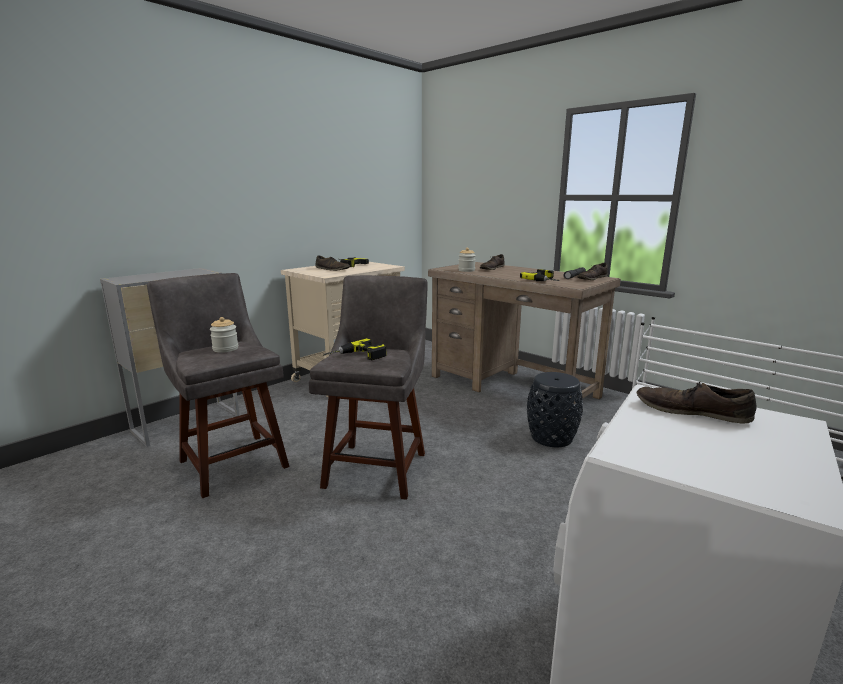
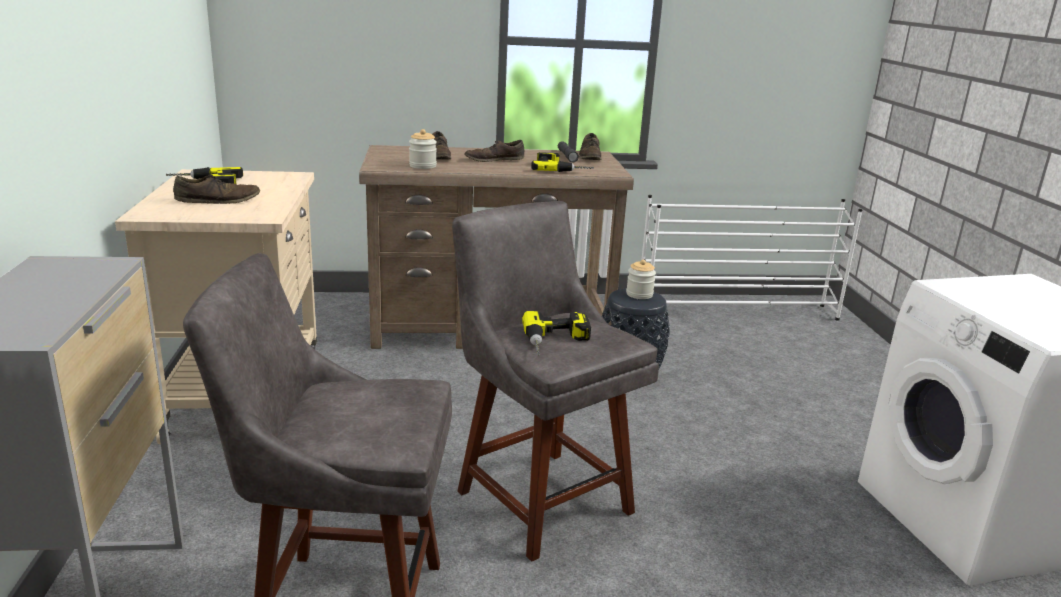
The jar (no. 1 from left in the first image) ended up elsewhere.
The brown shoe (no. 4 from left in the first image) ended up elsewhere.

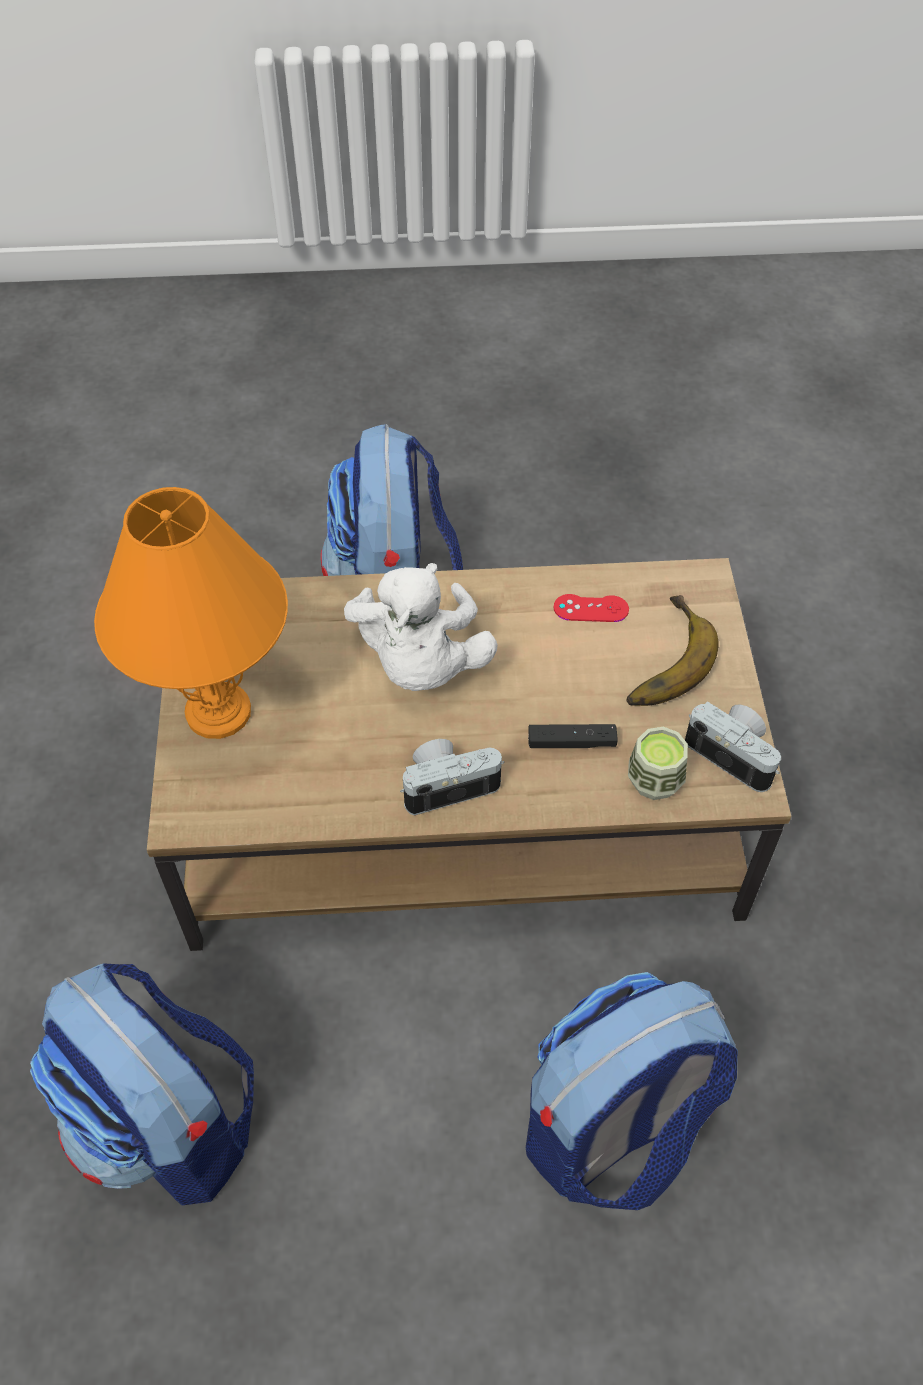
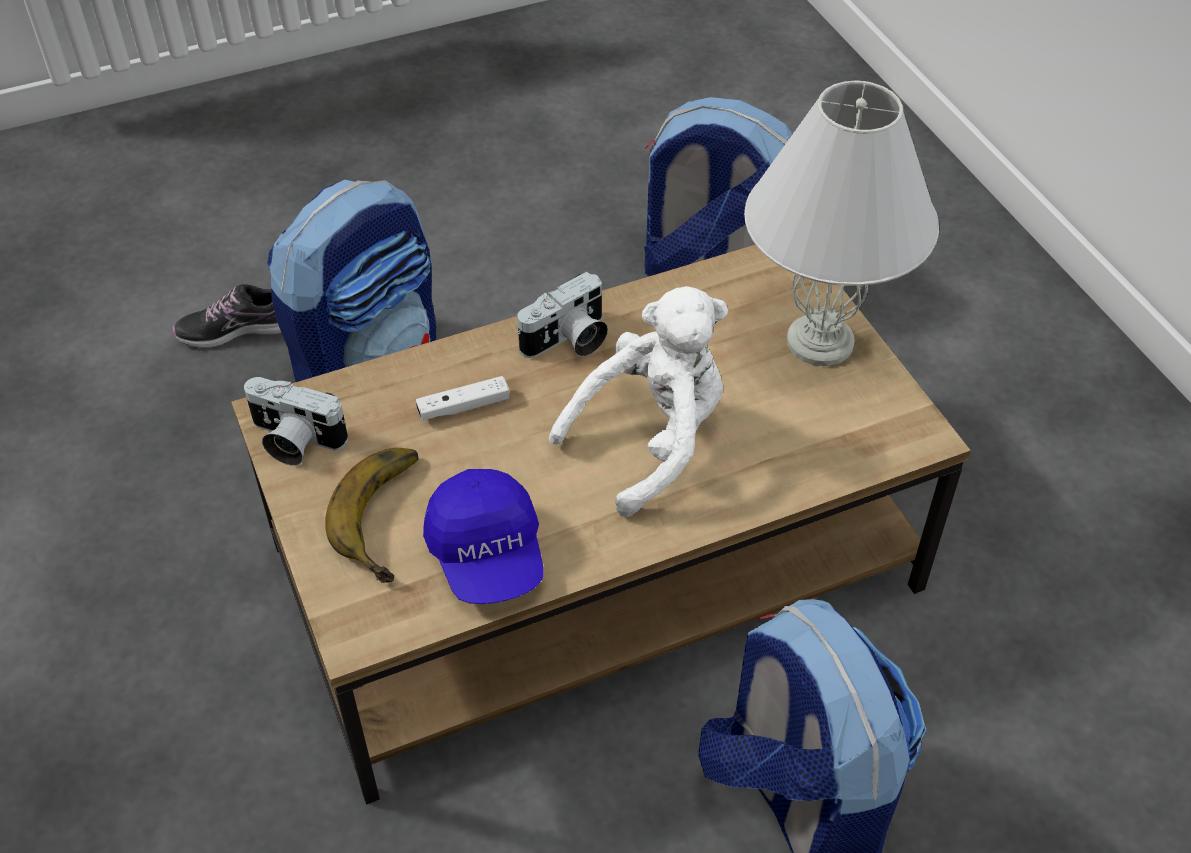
What was the orange table lamp turned into the white table lamp.
The white plush toy ended up facing another way, 75 degrees clockwise from before.
What was the black game controller turned into the white game controller.
Where the red game controller stood, the blue cap came to stand.
The second view lost the cup.
The second view gained the shoe.

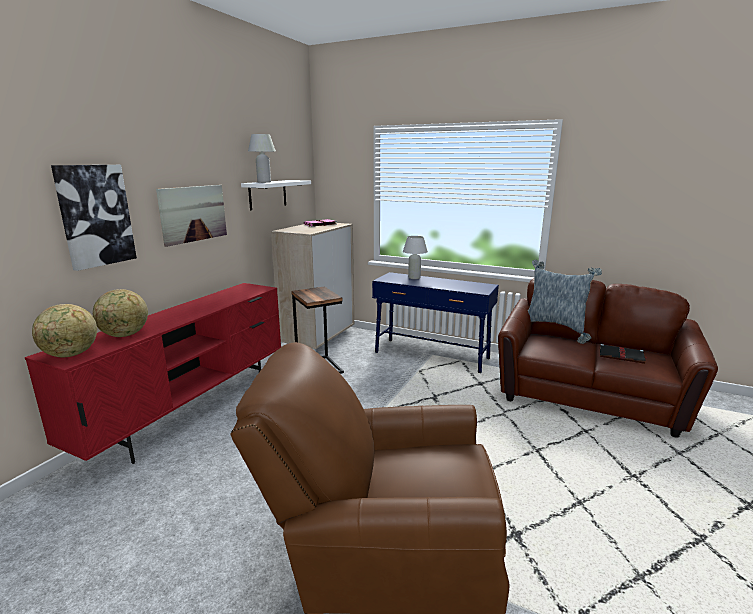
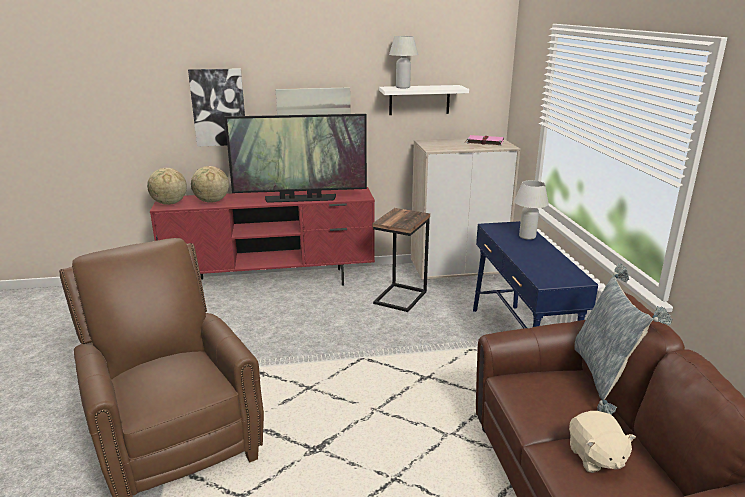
Where the black book stood, the beige plush toy came to stand.
The second view gained the television.

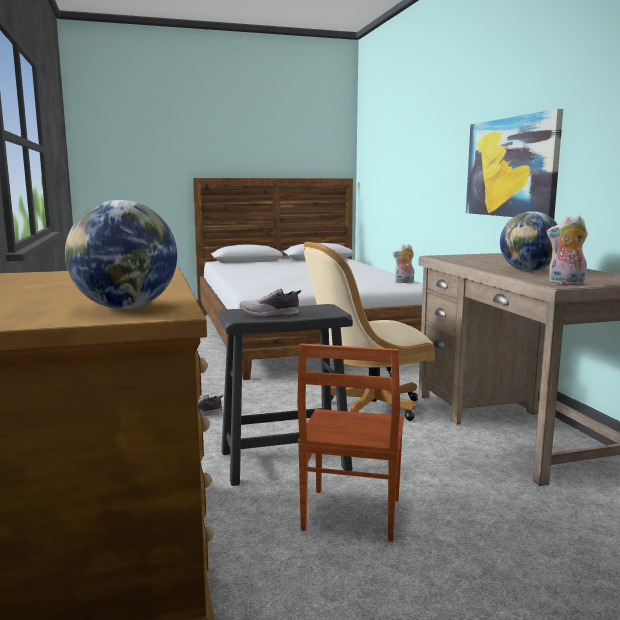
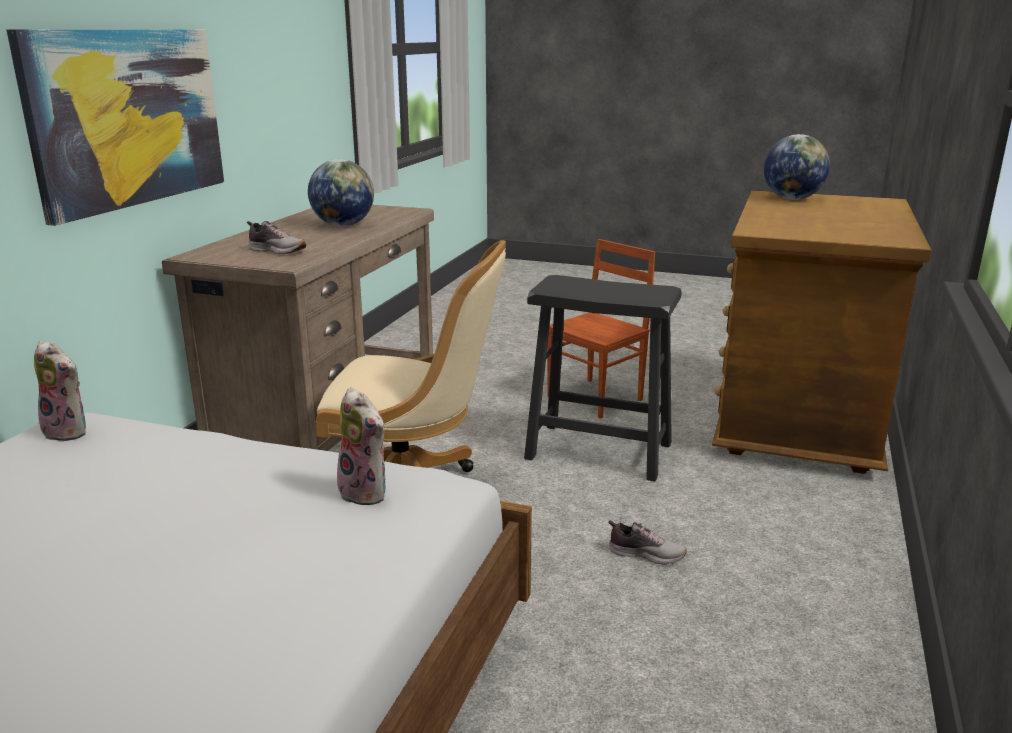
The shoe (no. 2 from left in the first image) ended up elsewhere.
The plush toy (no. 2 from left) ended up elsewhere.

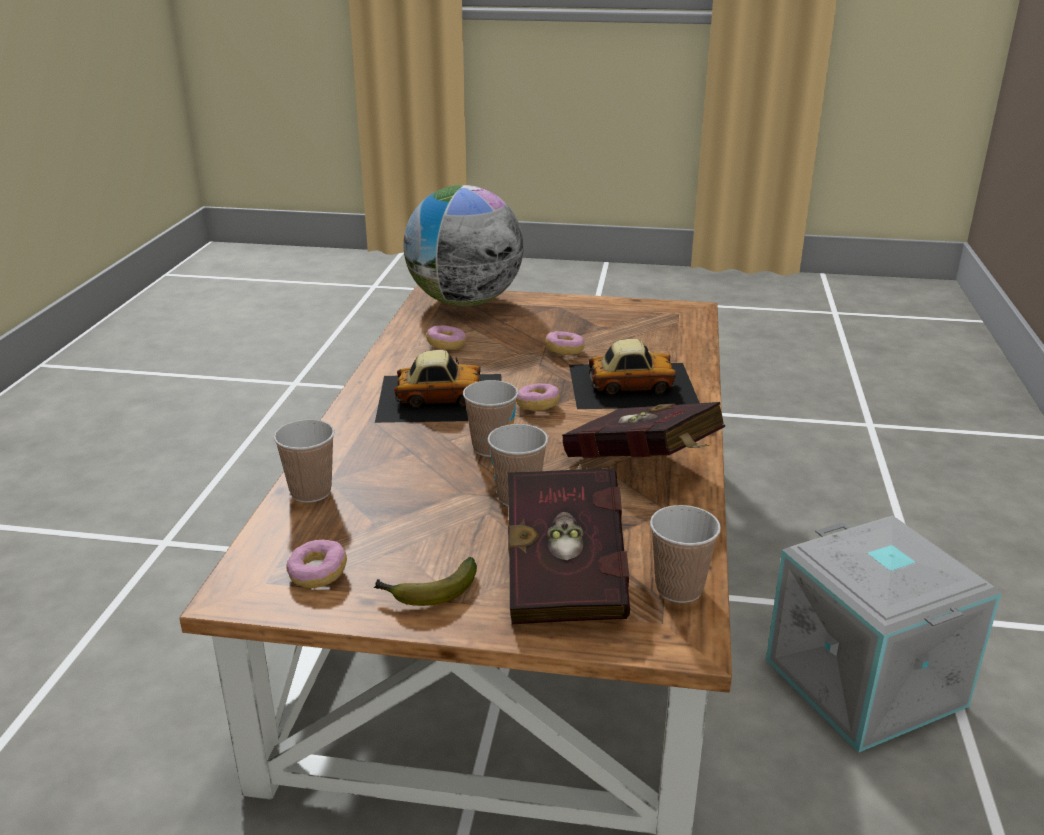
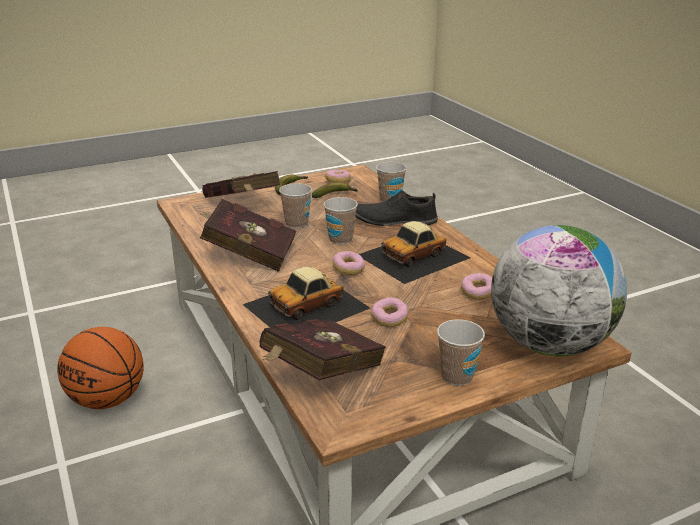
The cup (no. 4 from left) ended up elsewhere.
Where the grey storage box stood, the basketball came to stand.
The second view gained the red book (no. 3 from left).
The second view gained the banana (no. 2 from left).
The second view gained the black shoe.

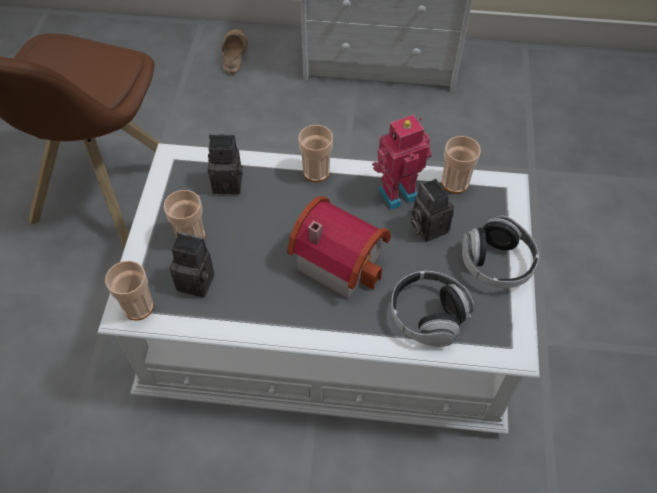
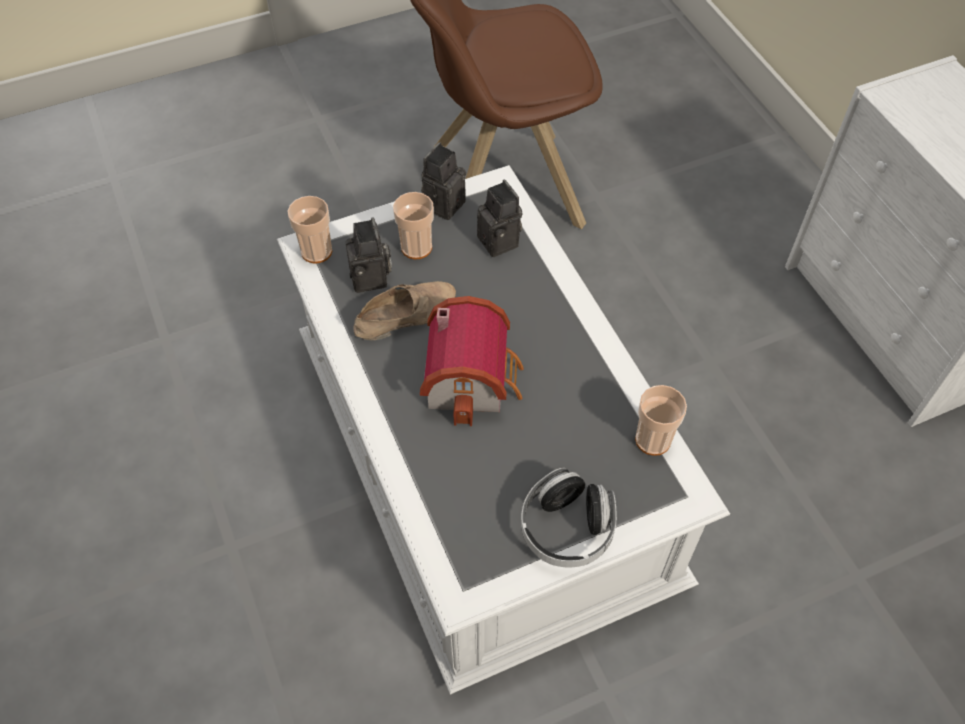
The beige shoe ended up elsewhere.
The second view lost the cup (no. 3 from left).
The second view lost the toy robot.
The second view lost the headphones (no. 1 from left).
The photo camera (no. 3 from left in the first image) ended up elsewhere.

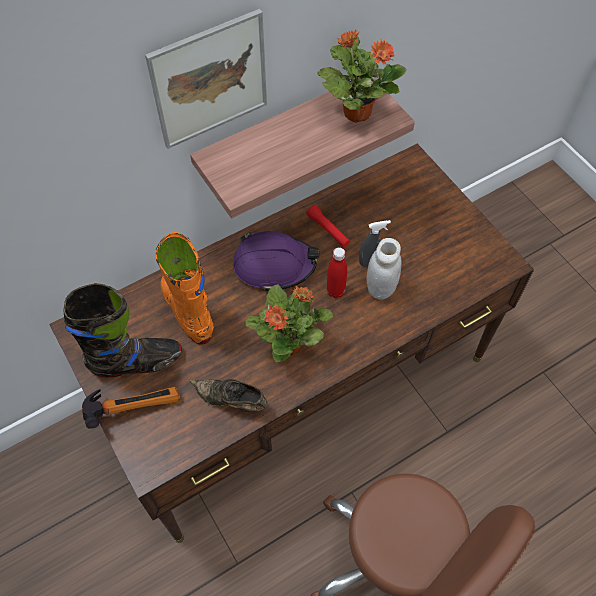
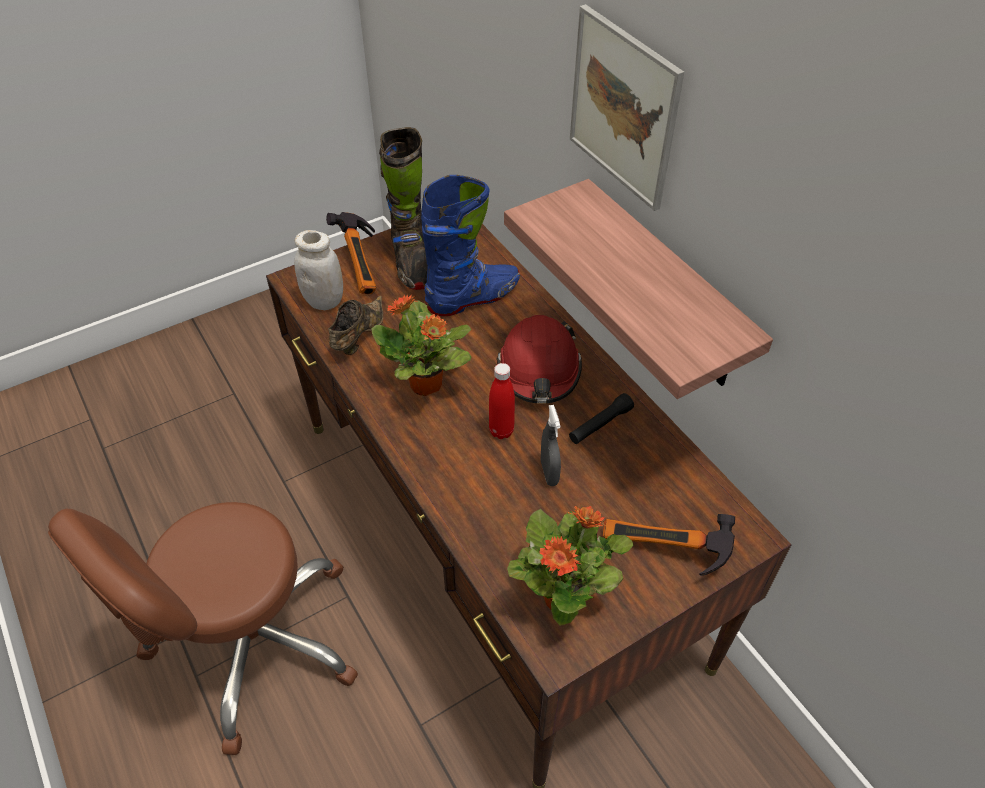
What was the orange boot turned into the blue boot.
What was the purple hard hat turned into the red hard hat.
What was the red flashlight turned into the black flashlight.
The potted plant (no. 2 from left) ended up elsewhere.
The white jar ended up elsewhere.
The second view gained the hammer (no. 2 from left).

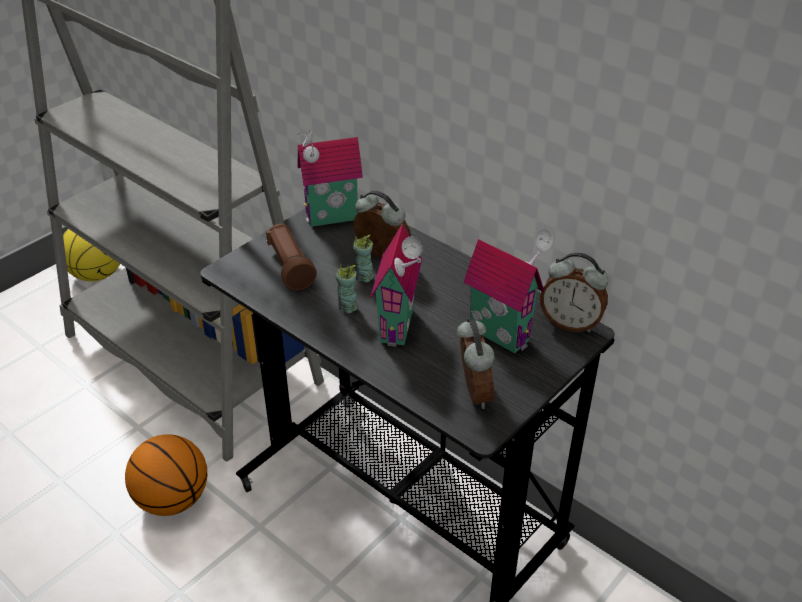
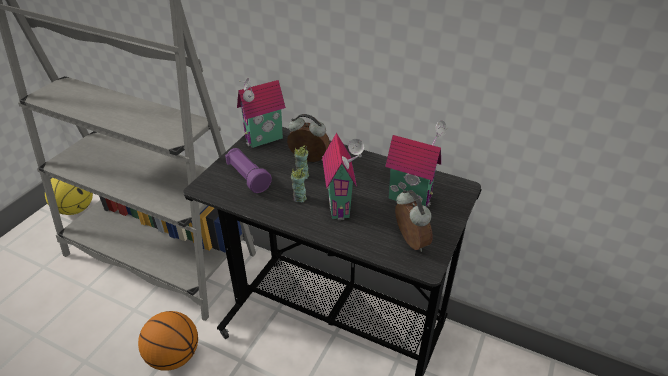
What was the brown flashlight turned into the purple flashlight.
The second view lost the alarm clock (no. 3 from left).

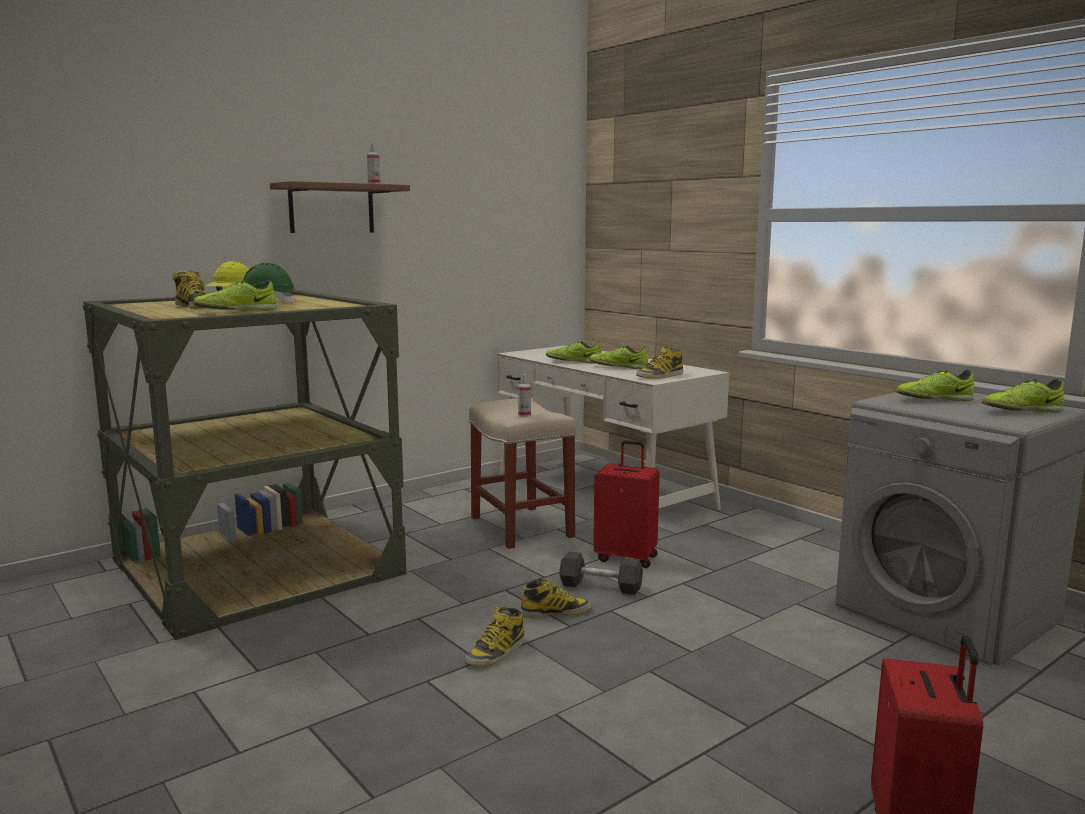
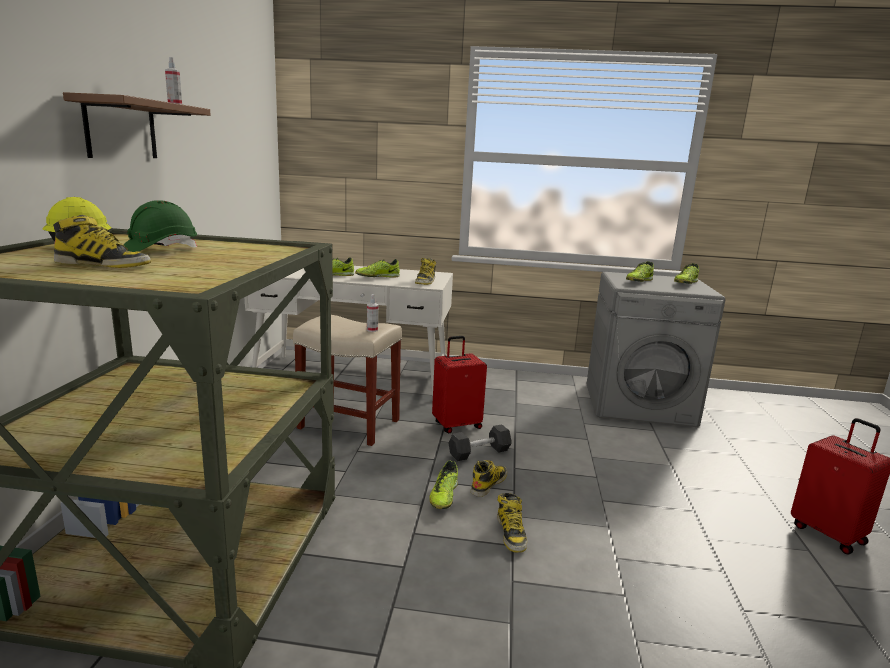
The shoe (no. 1 from left in the first image) ended up elsewhere.

